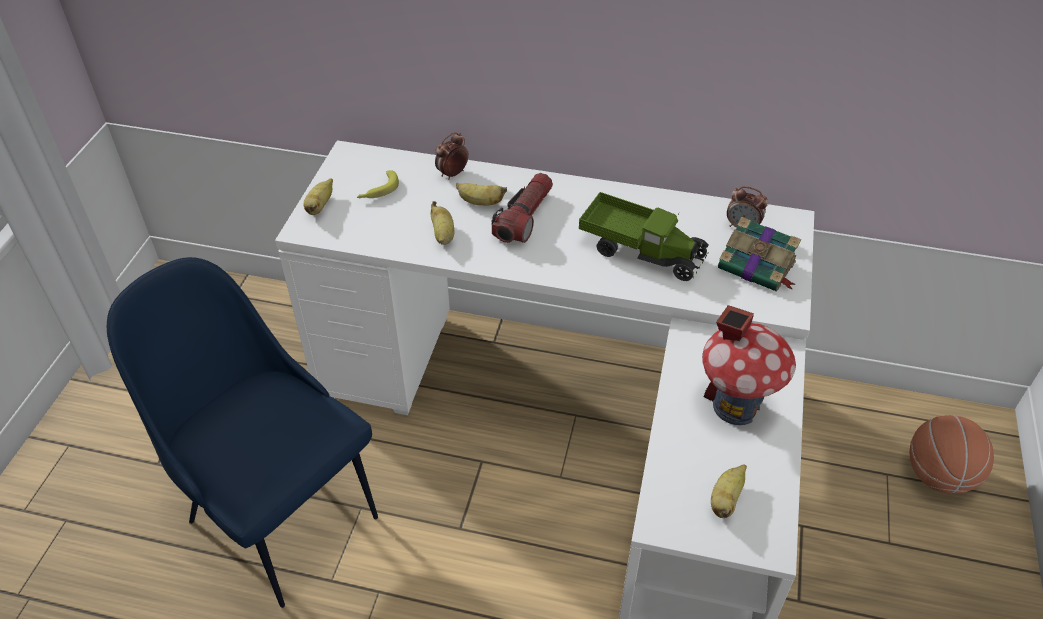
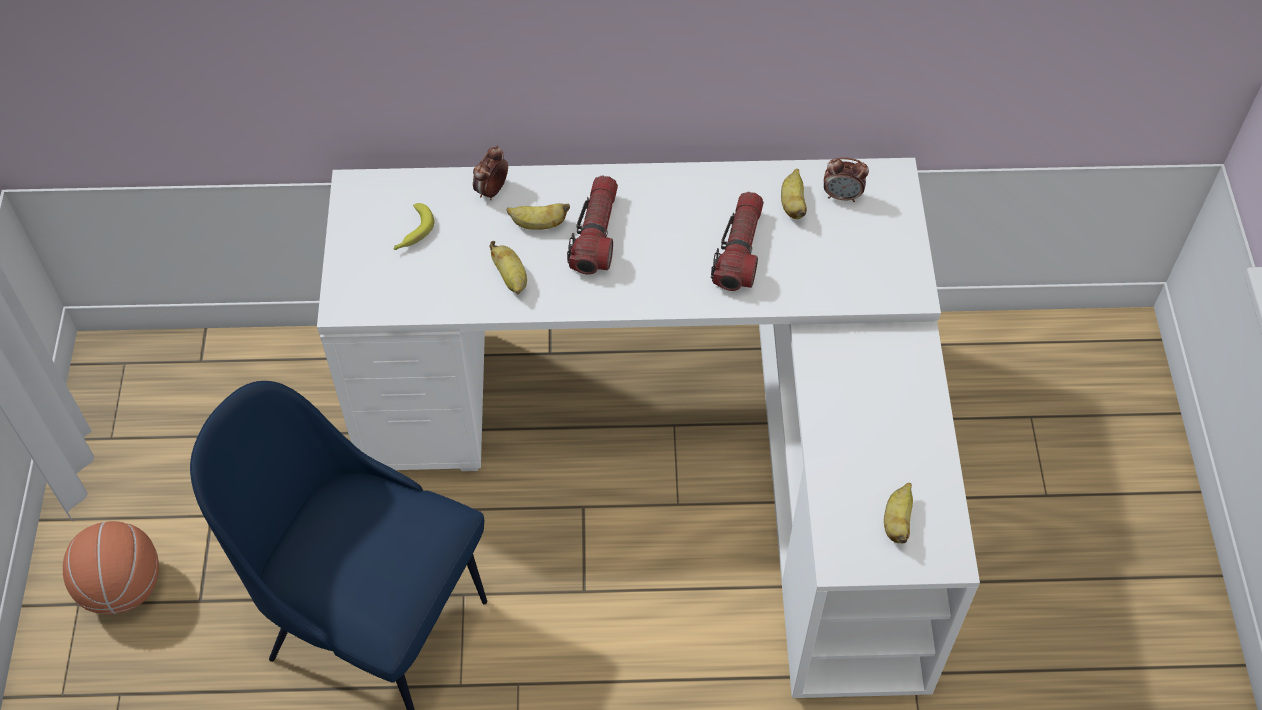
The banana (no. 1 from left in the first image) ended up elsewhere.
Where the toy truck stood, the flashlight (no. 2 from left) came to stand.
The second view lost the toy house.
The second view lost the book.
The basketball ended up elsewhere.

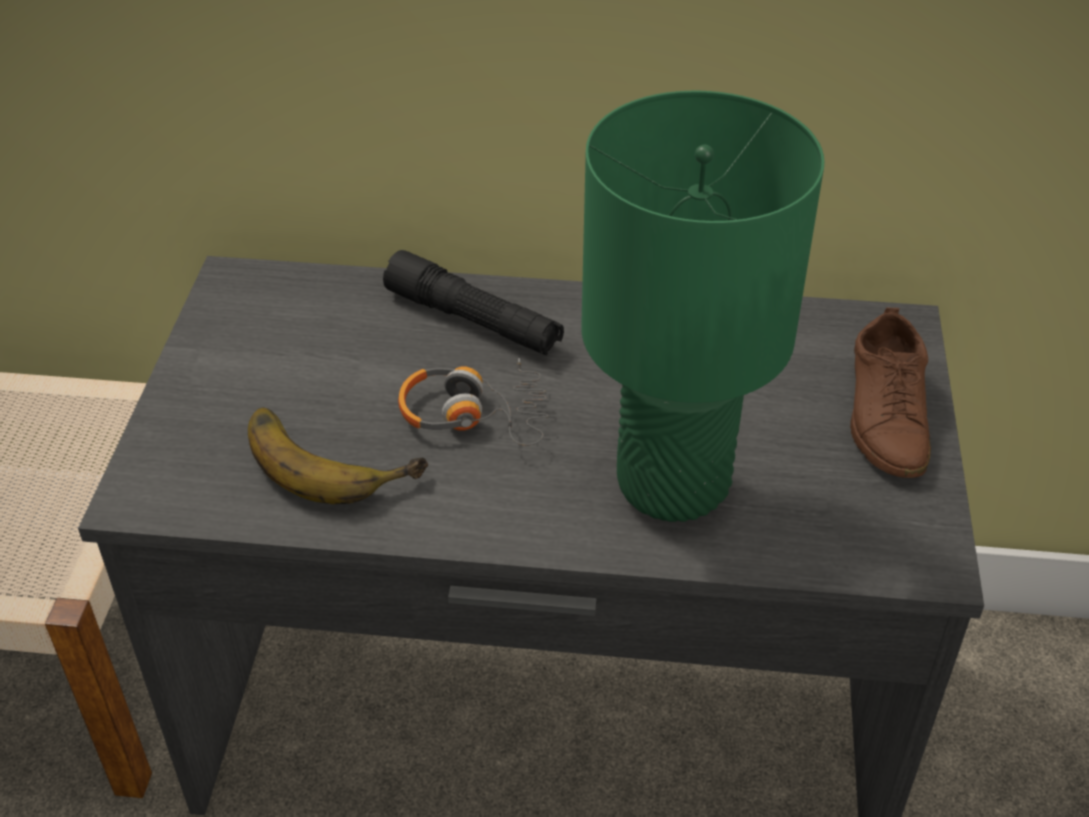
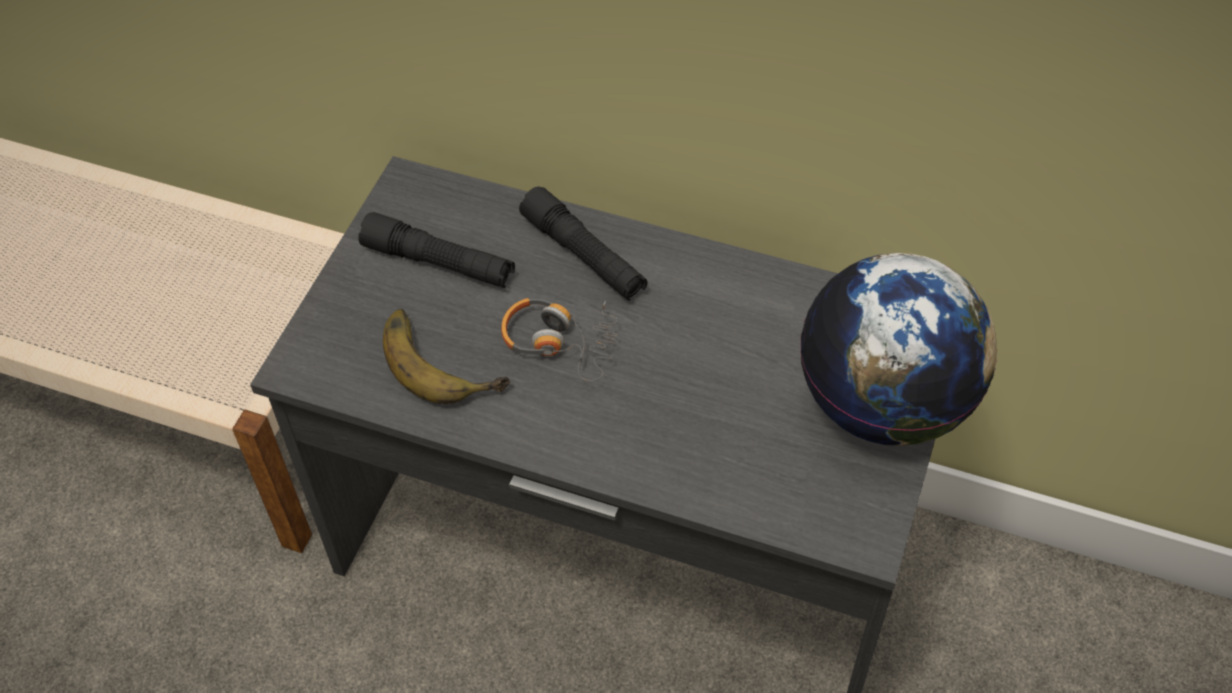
The second view lost the green table lamp.
Where the brown shoe stood, the globe came to stand.
The second view gained the black flashlight (no. 1 from left).

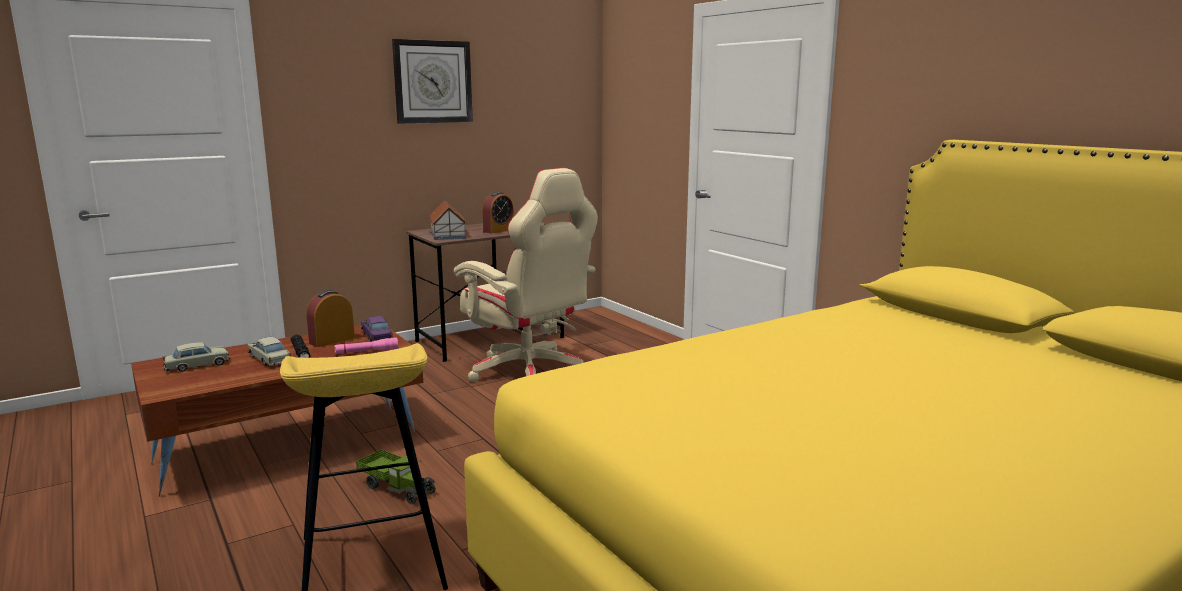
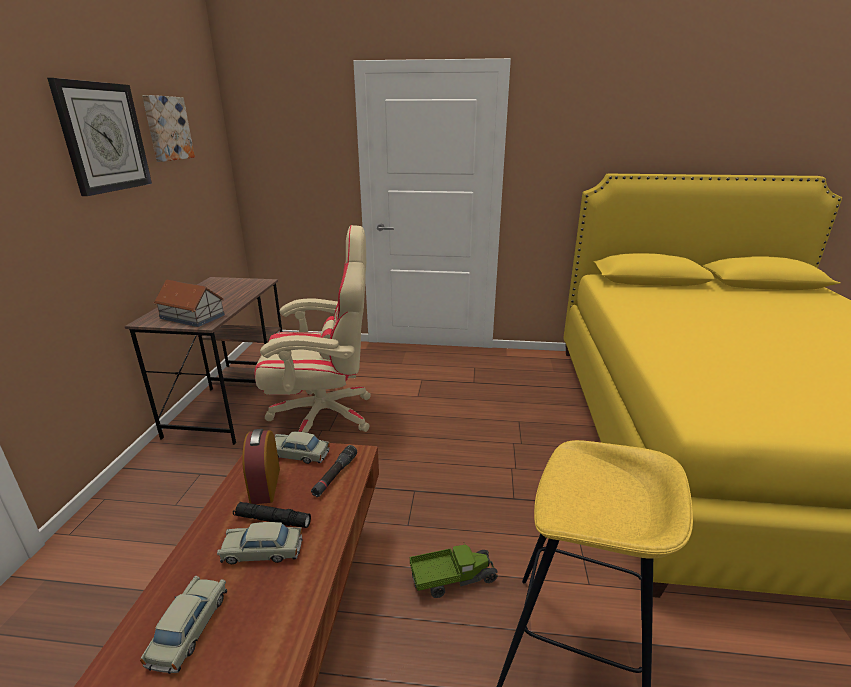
What was the pink flashlight turned into the black flashlight (no. 2 from left).
What was the purple toy car turned into the beige toy car (no. 3 from left).
The second view lost the alarm clock (no. 2 from left).
The second view gained the picture.

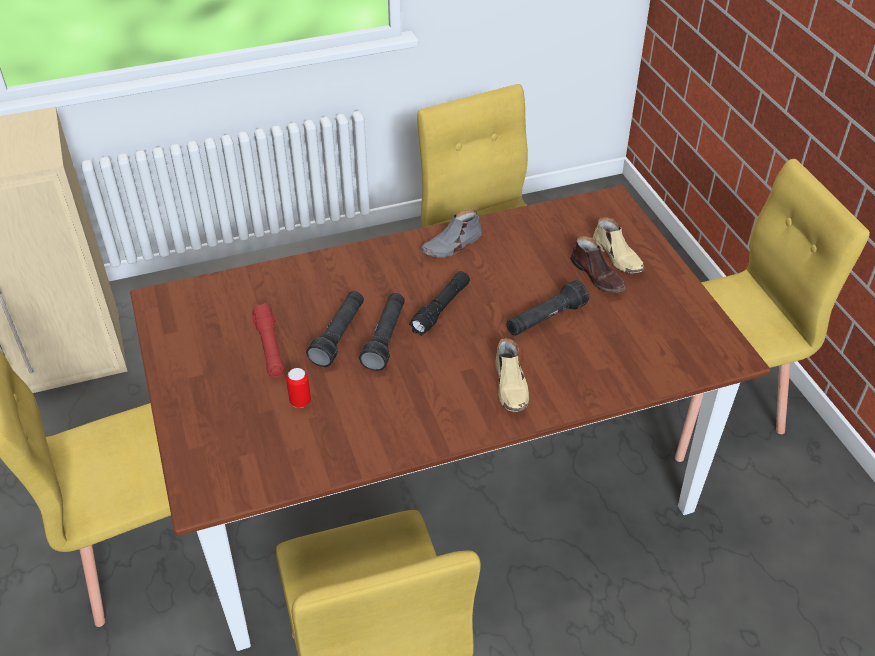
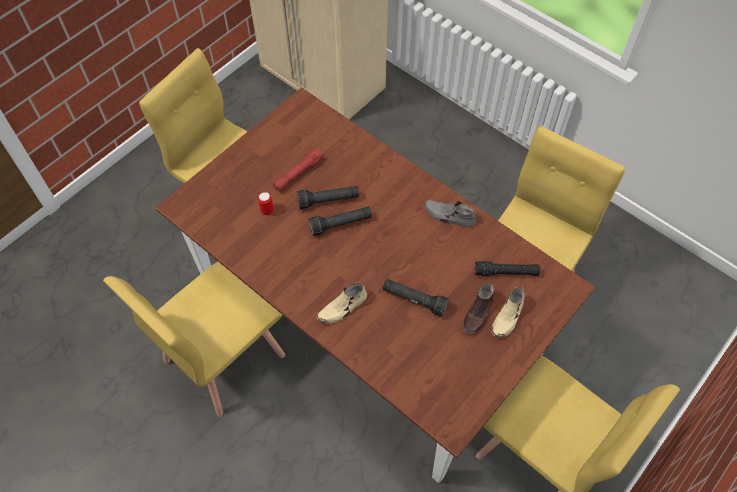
The black flashlight (no. 3 from left in the first image) ended up elsewhere.

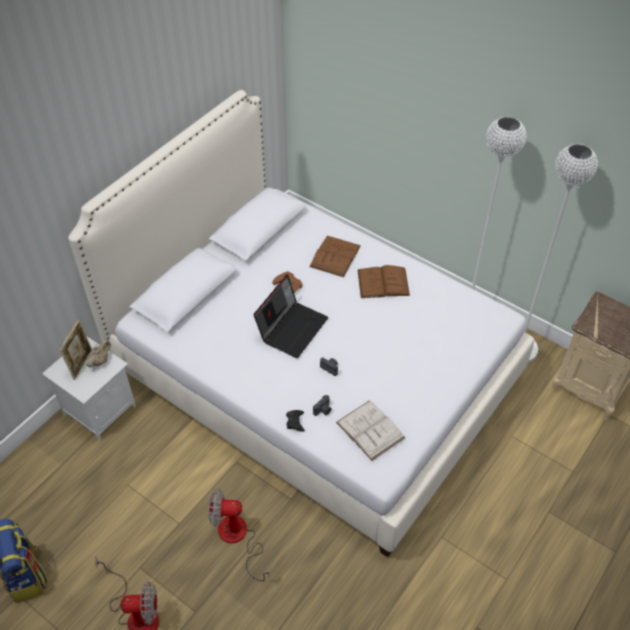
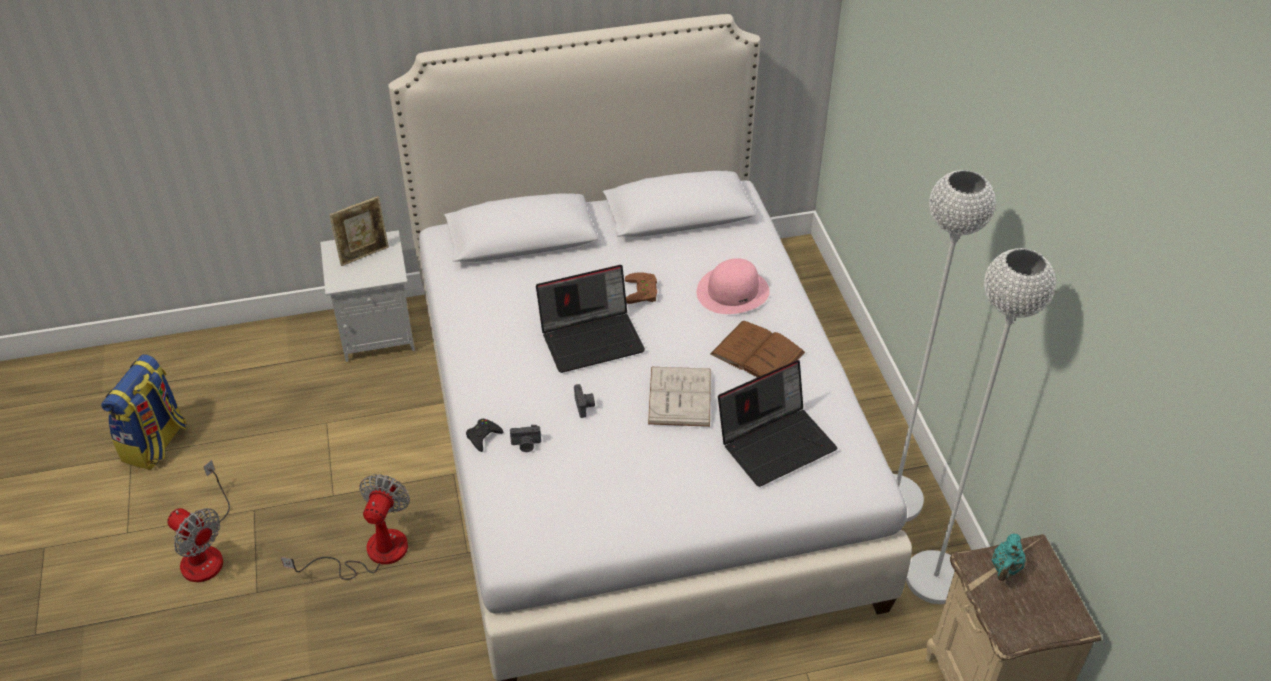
The second view lost the beige teapot.
The fan (no. 2 from left) ended up facing another way, 60 degrees clockwise from before.
Where the brown book (no. 1 from left) stood, the pink hat came to stand.
The white book ended up elsewhere.
The second view gained the laptop (no. 2 from left).
The second view gained the turquoise teapot.

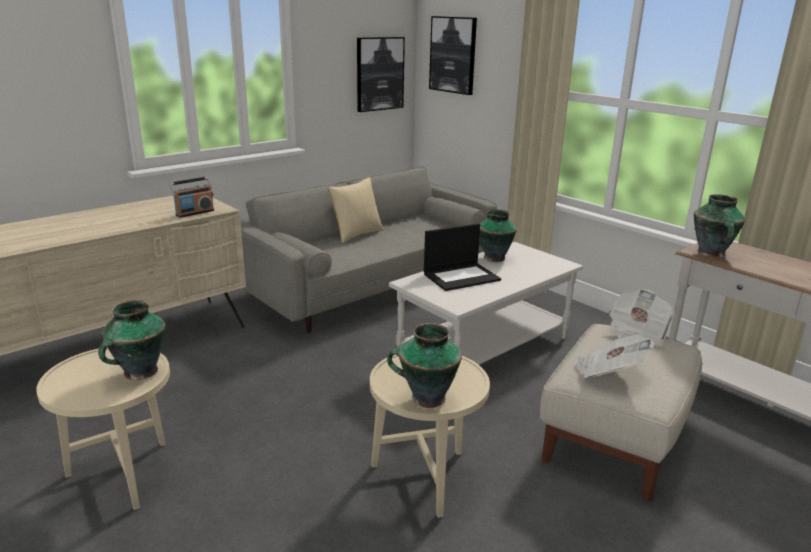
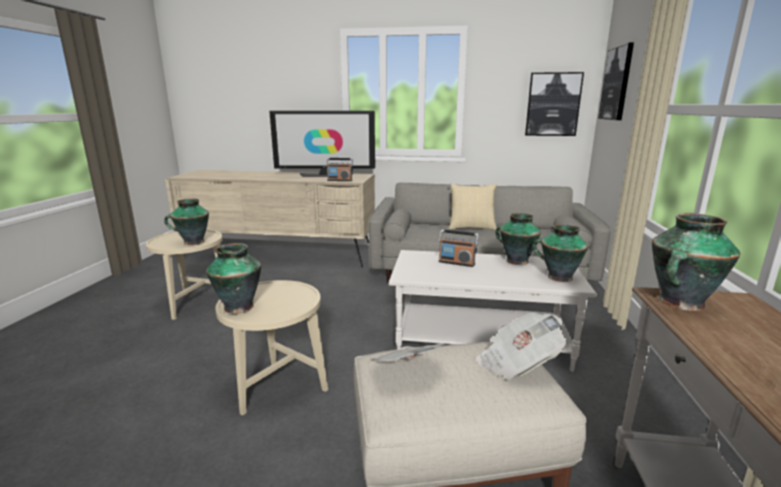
Where the laptop stood, the radio (no. 2 from left) came to stand.
The second view gained the television.
The second view gained the vase (no. 4 from left).

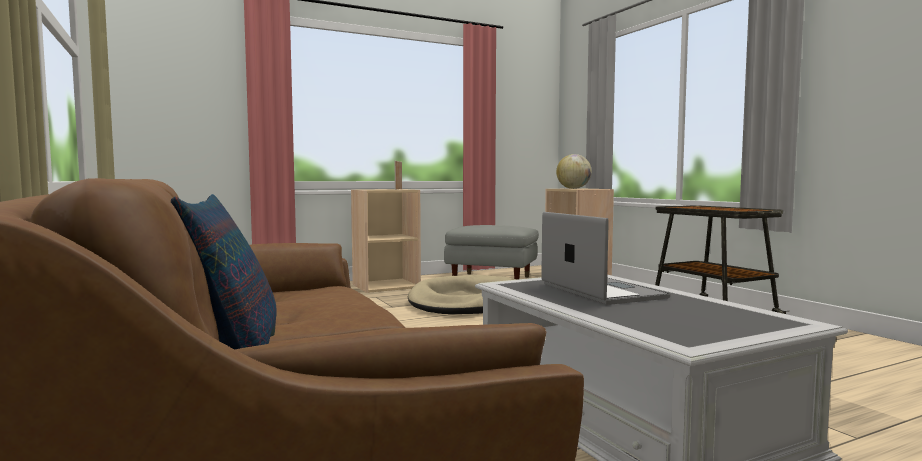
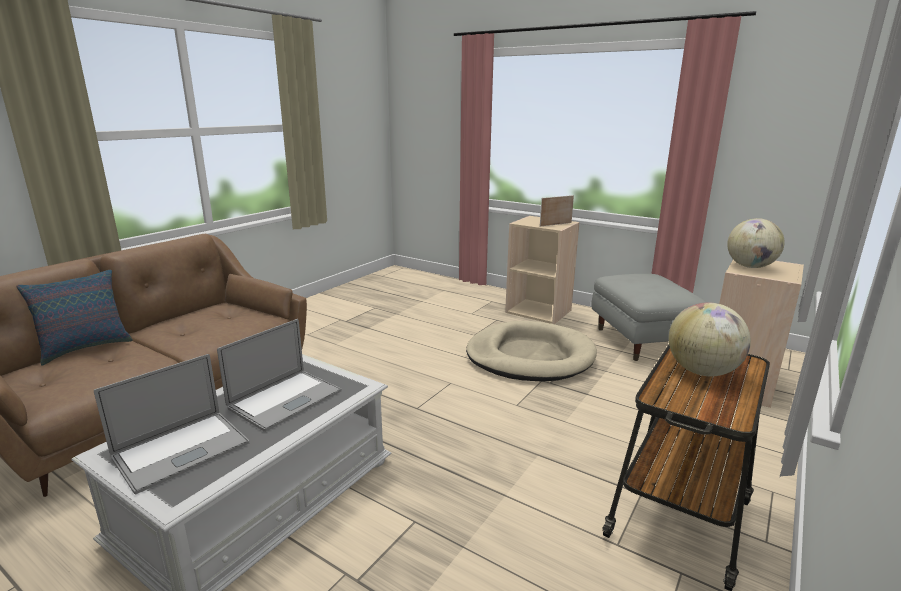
The second view gained the laptop (no. 1 from left).
The second view gained the globe (no. 1 from left).

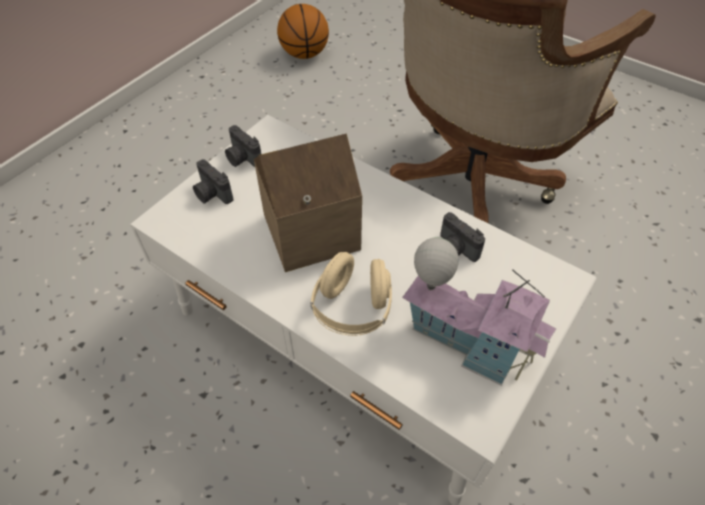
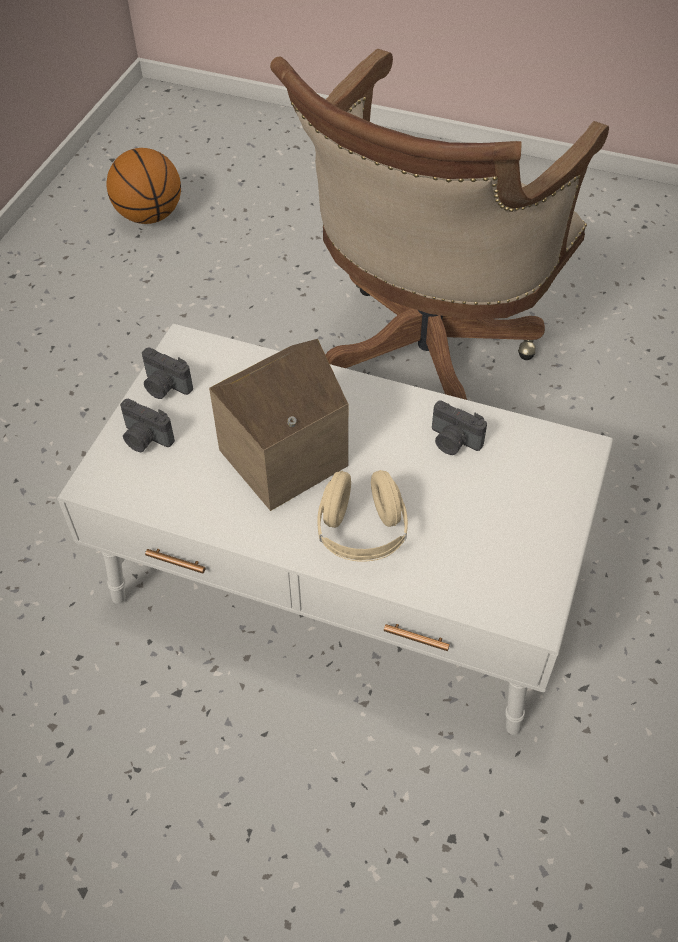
The second view lost the toy house (no. 2 from left).

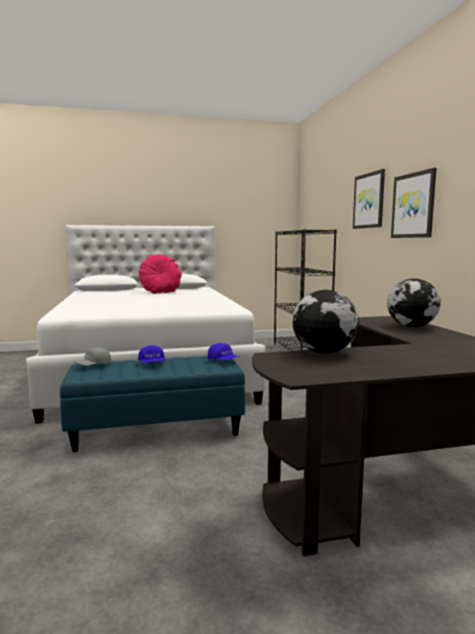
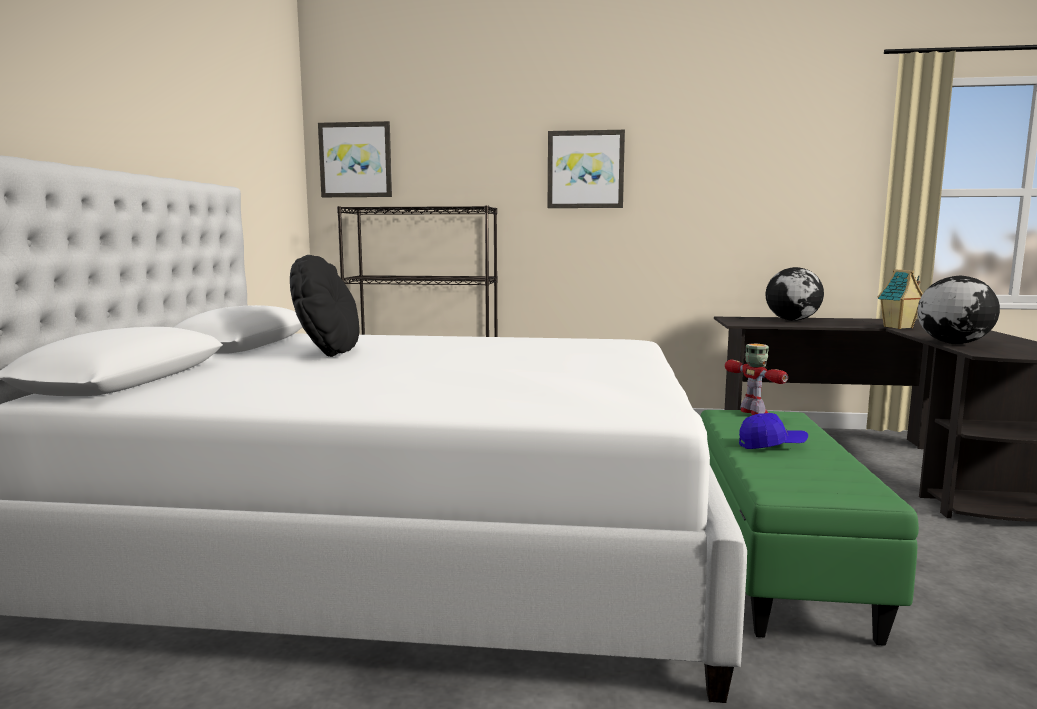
What was the blue ottoman turned into the green ottoman.
The second view lost the grey cap.
What was the pink pillow turned into the black pillow.
Where the blue cap (no. 2 from left) stood, the toy robot came to stand.
The picture (no. 2 from left in the first image) ended up elsewhere.
The second view gained the toy house.

